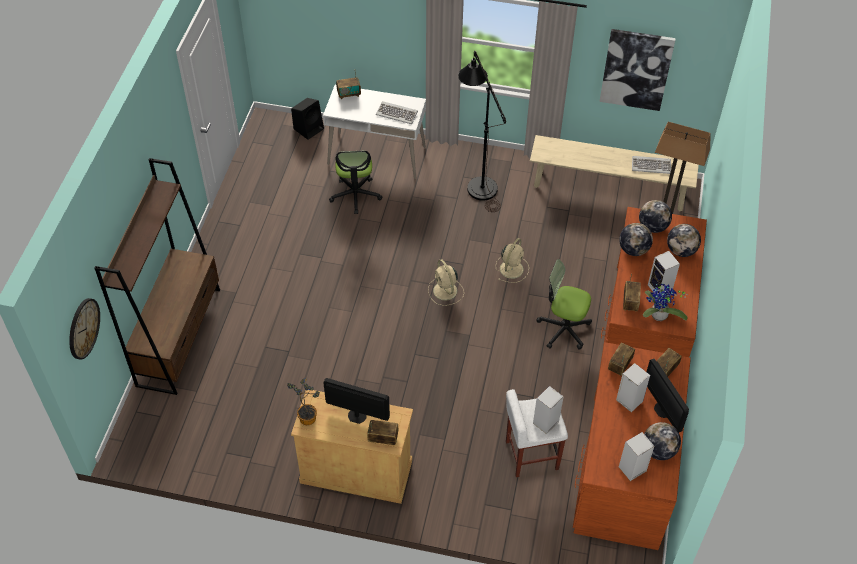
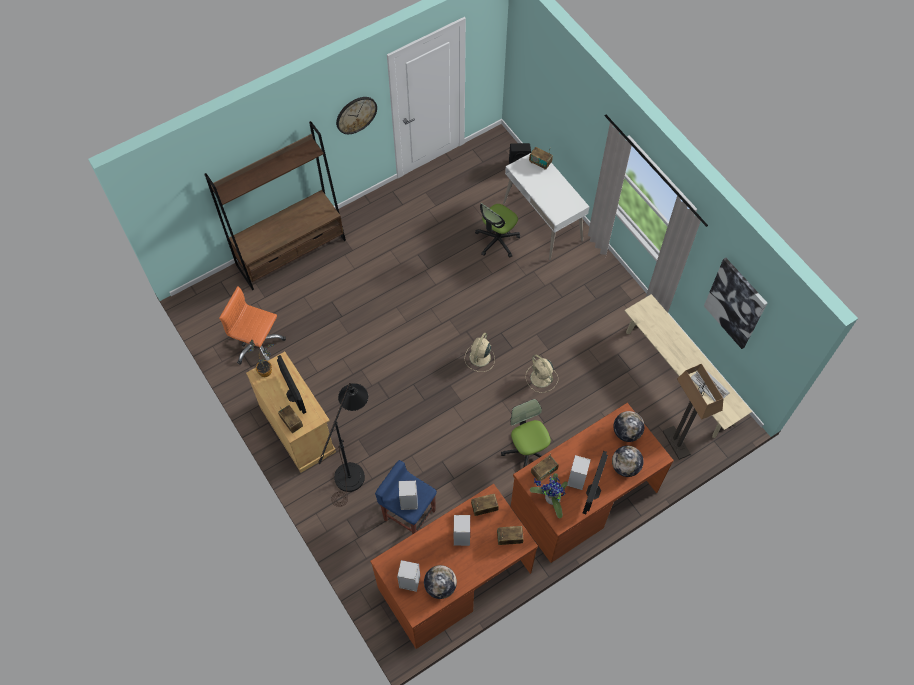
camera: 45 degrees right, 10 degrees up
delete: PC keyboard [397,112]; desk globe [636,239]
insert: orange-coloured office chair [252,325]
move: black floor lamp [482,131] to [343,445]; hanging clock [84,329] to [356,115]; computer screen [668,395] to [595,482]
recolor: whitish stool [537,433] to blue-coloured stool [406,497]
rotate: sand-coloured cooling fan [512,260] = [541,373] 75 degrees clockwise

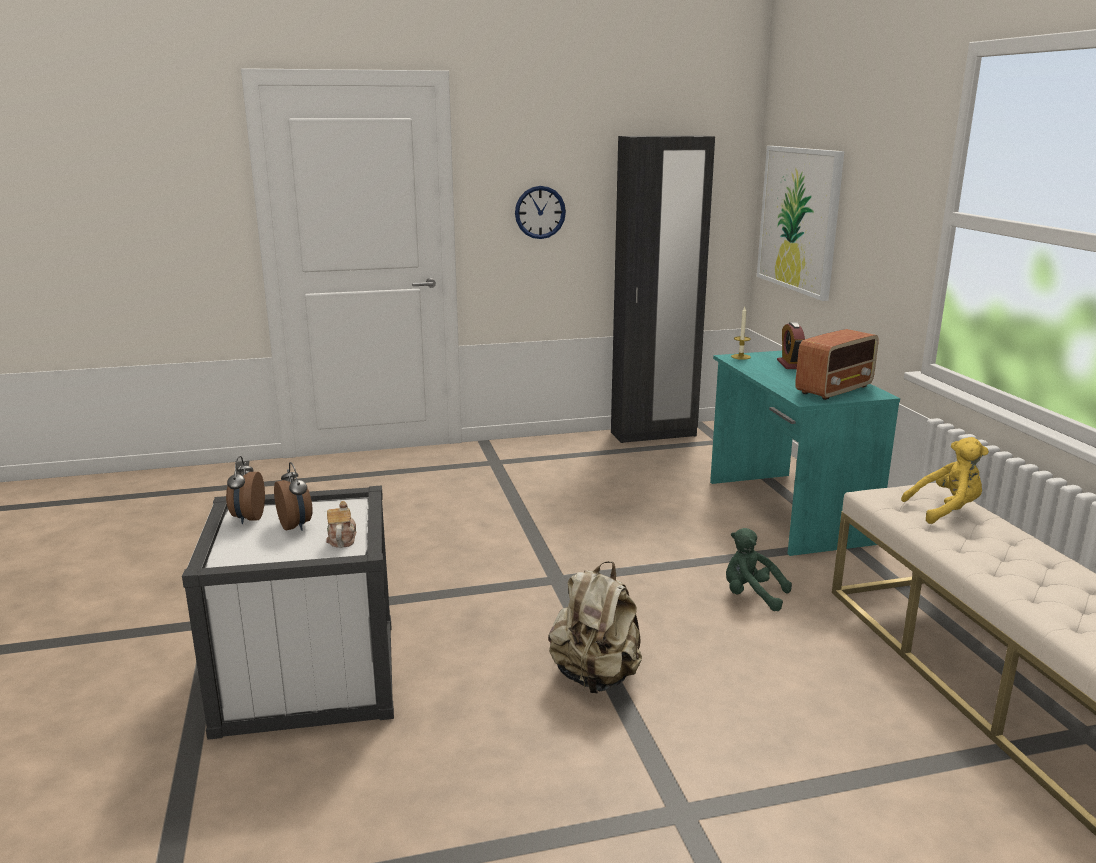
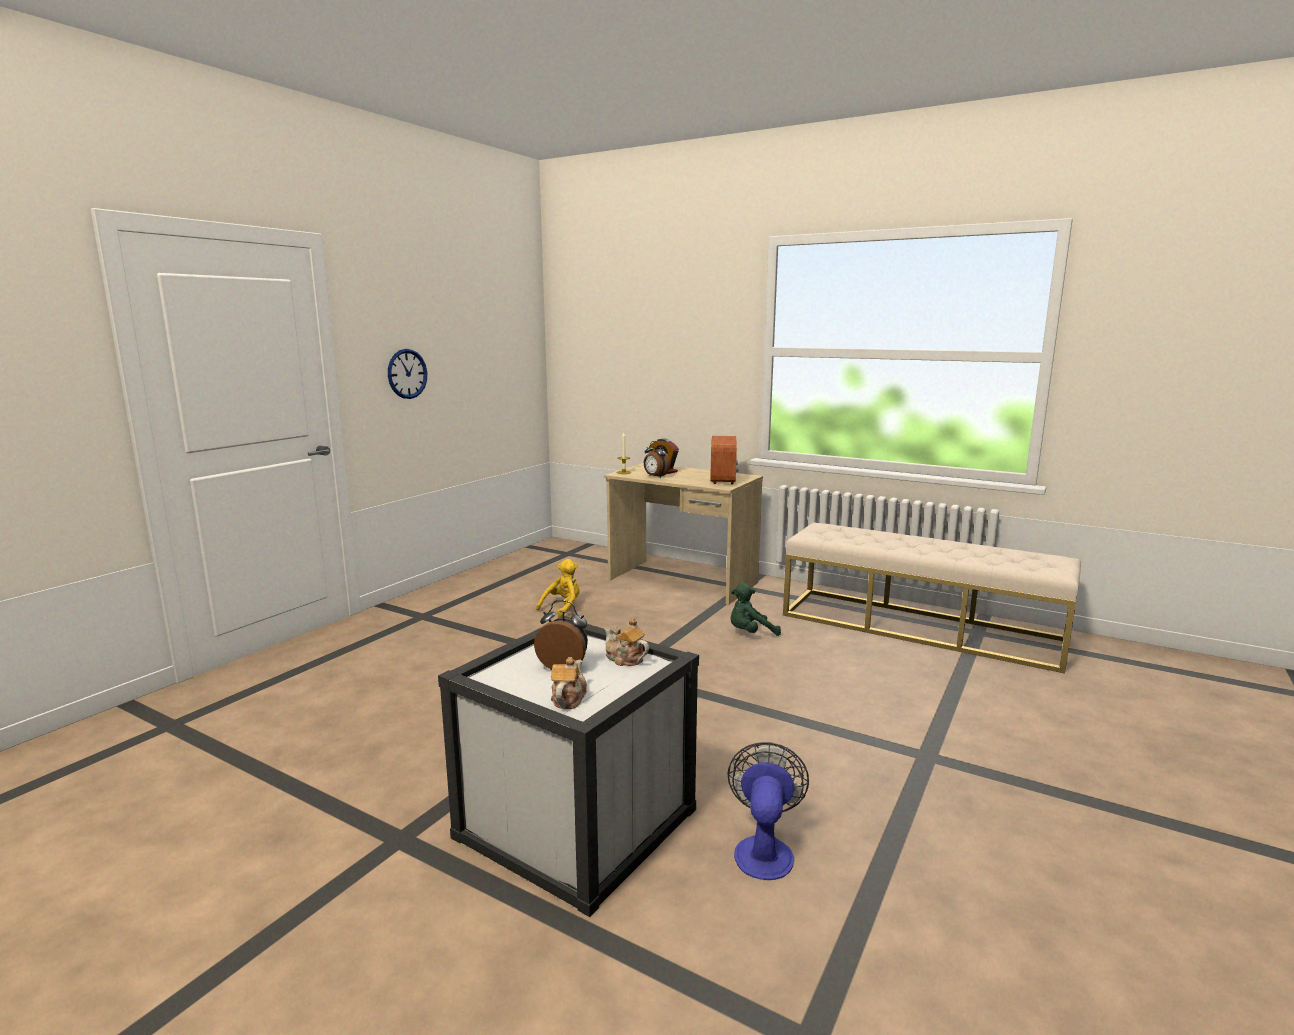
camera: 45 degrees left, 5 degrees down
delete: black wardrobe [663,289]; picture [800,223]; sand-coloured knapsack [595,627]
insert: tea pot [569,683]; cooling fan [768,811]
move: yellow soft toy [945,480] to [558,588]; bedside clock [245,490] to [657,459]
recolor: turquoise-coloured desk table [805,453] to sand-coloured desk table [683,534]

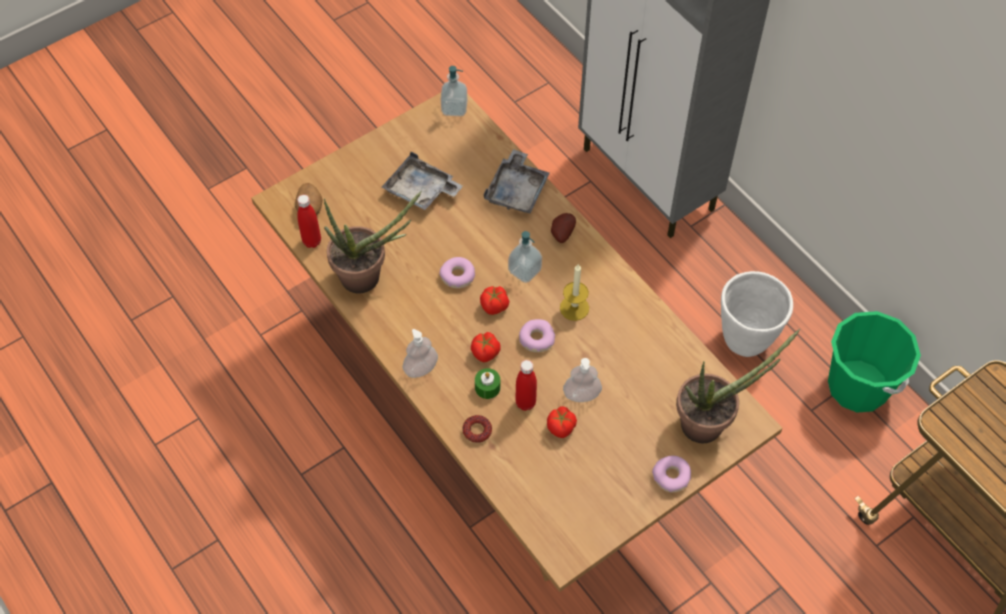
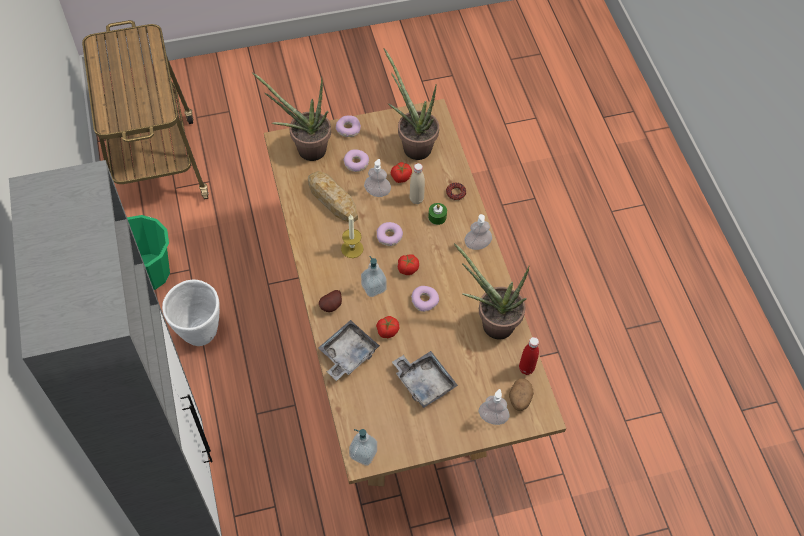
camera: 160 degrees left, 0 degrees up
insert: houseplant [411,104]; ring doughnut [356,160]; baked bread [333,196]; soap dispenser [494,407]
move: whole tomato [485,347] to [387,327]
recolor: reddish beverage bottle [526,385] to sand-coloured beverage bottle [417,183]

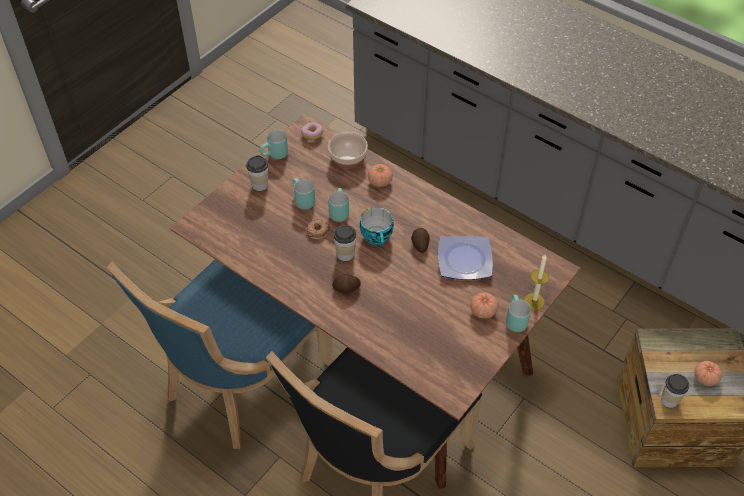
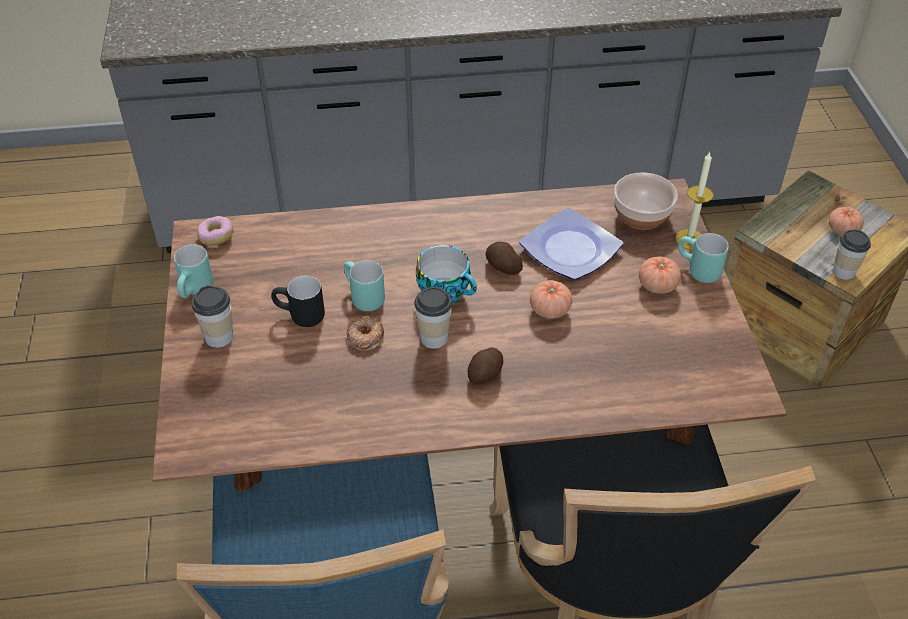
camera: 45 degrees left, 5 degrees down
move: serving bowl [348,150] to [646,201]; whole tomato [380,175] to [551,299]
recolor: turquoise-coloured tea mug [304,194] to black tea mug [298,301]

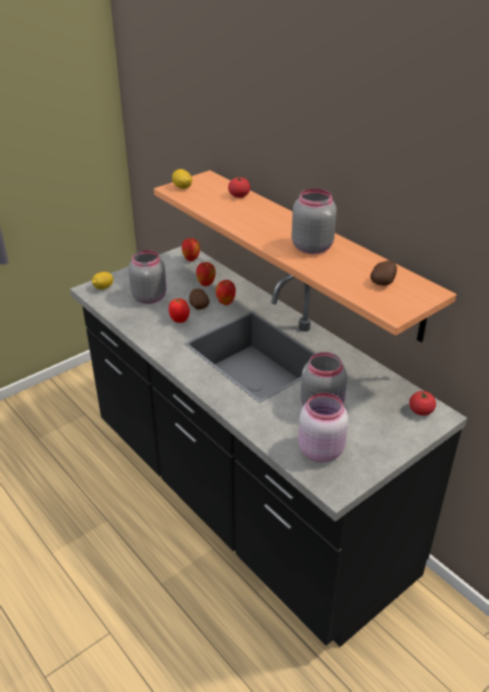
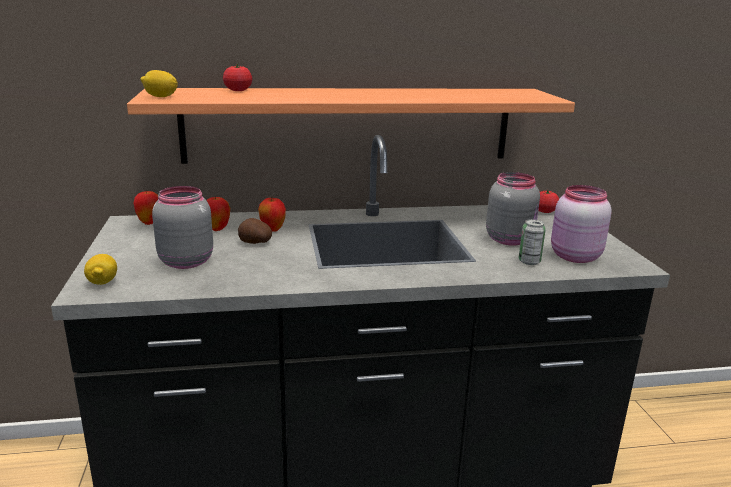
camera: 60 degrees left, 15 degrees down
delete: grey preserve jar [314,221]; potato [383,273]; whole tomato [179,310]
insert: can [532,242]

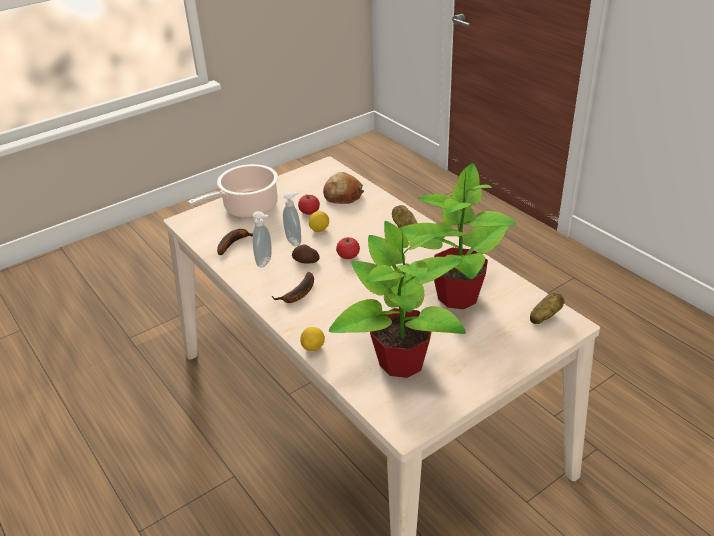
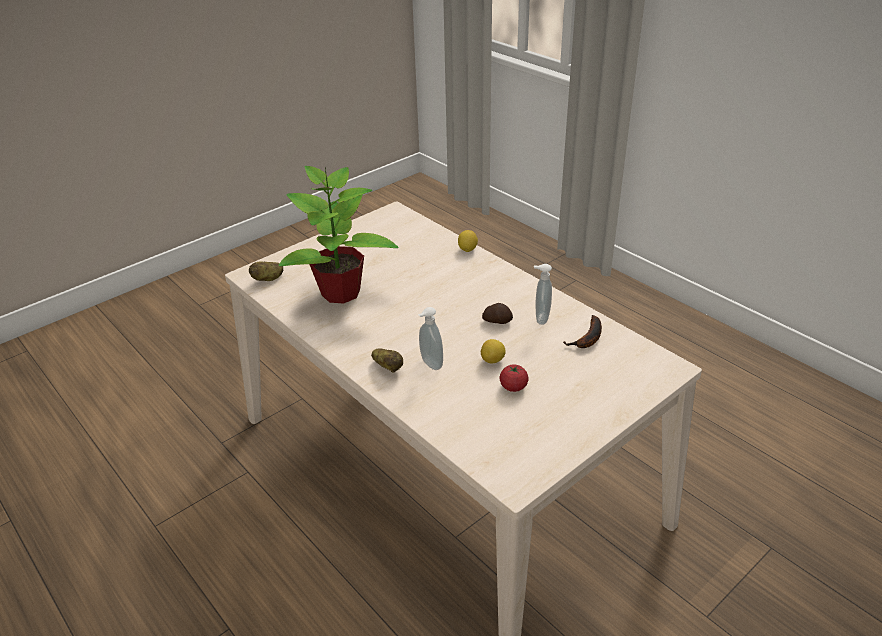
camera: 175 degrees right, 0 degrees up
delete: cooking pot [232,191]; baked bread [343,188]; houseplant [397,299]; whole tomato [348,248]; banana [293,287]
move: soap dispenser [292,219] to [430,338]

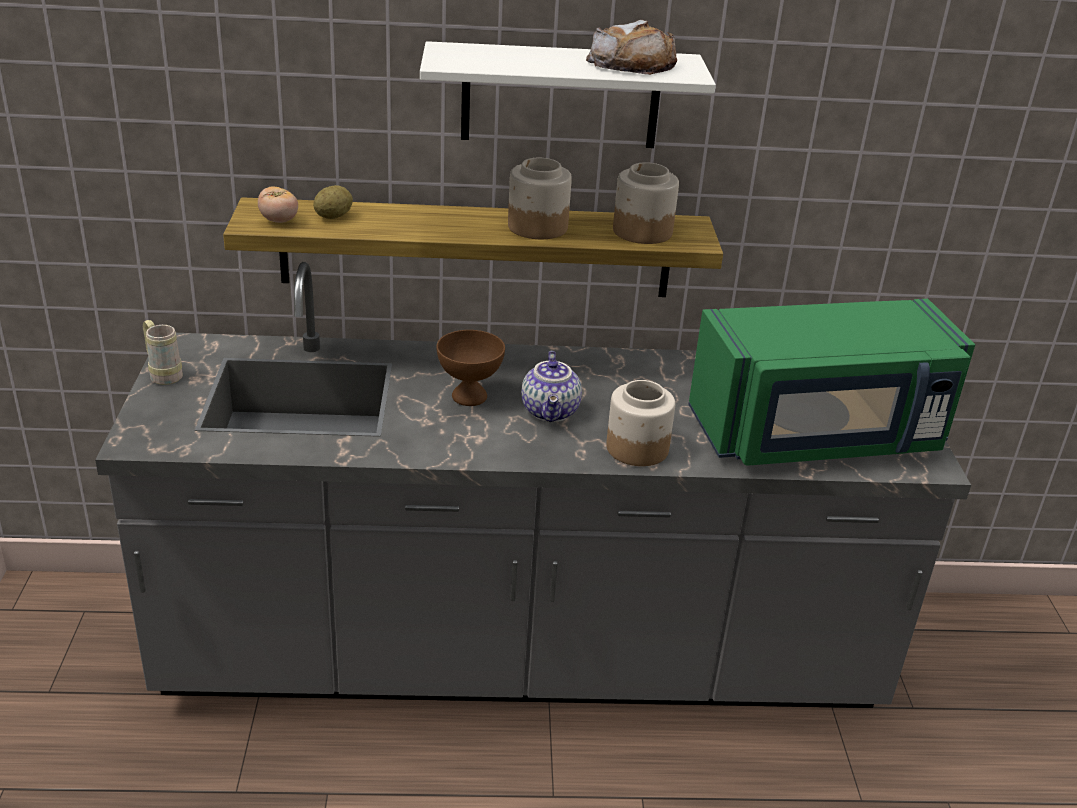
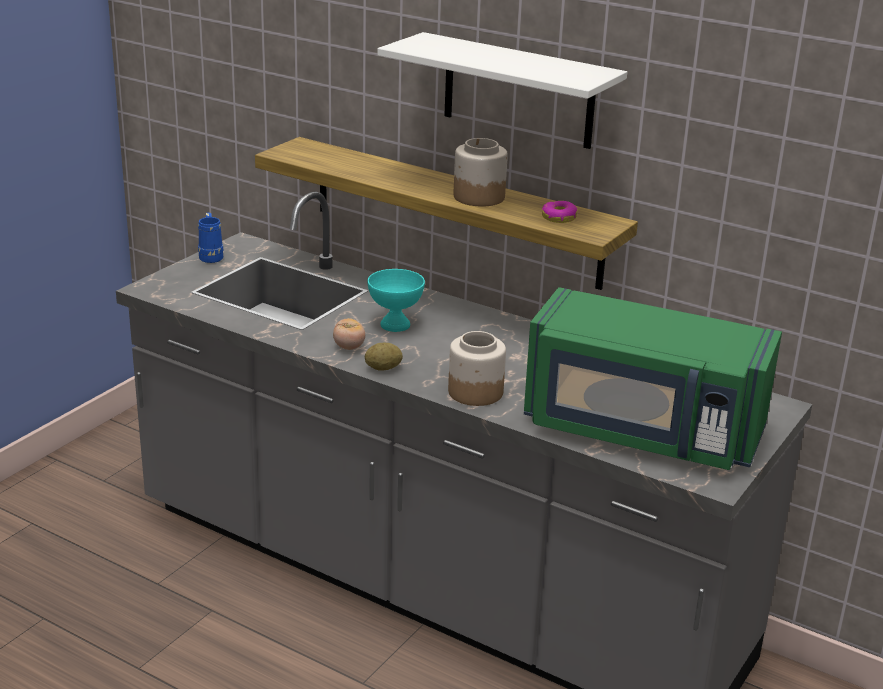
camera: 35 degrees right, 5 degrees down
delete: baked bread [631,47]; tea pot [551,386]
move: potato [333,202] to [384,357]; whole tomato [278,204] to [349,334]
replace: preserve jar [646,203] to ring doughnut [559,212]
recolor: sand-coloured tea mug [163,352] to blue-coloured tea mug [210,237]; brown-coloured serving bowl [470,368] to turquoise-coloured serving bowl [396,300]

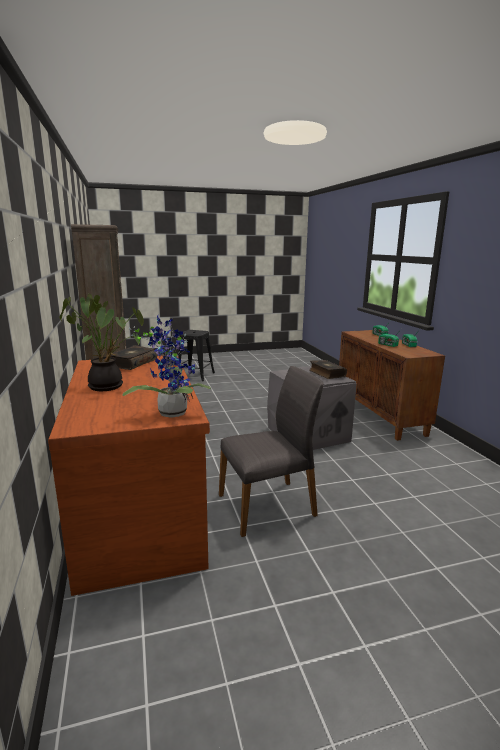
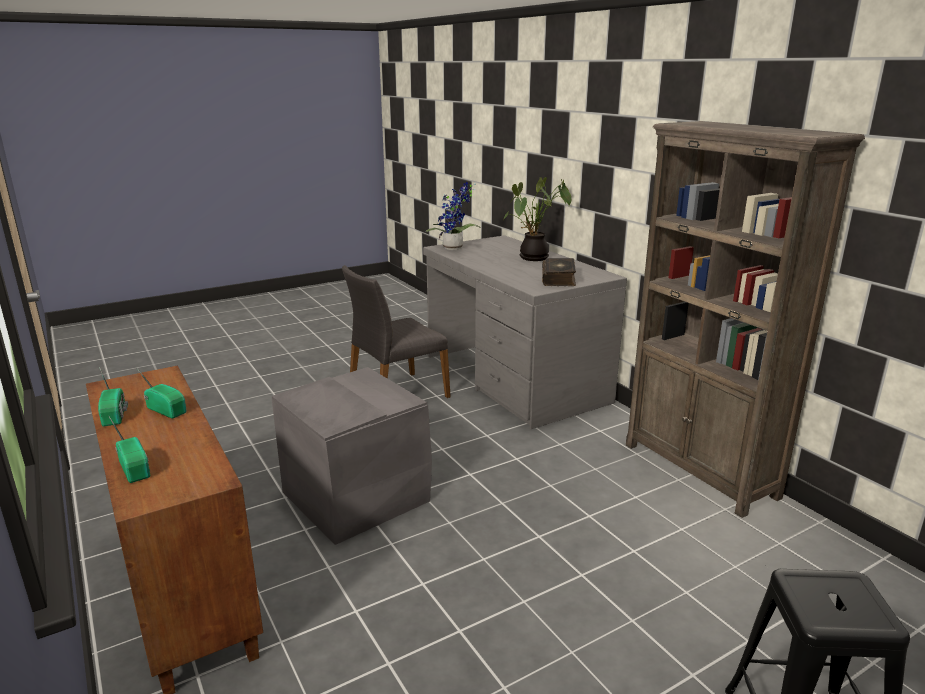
camera: 165 degrees right, 5 degrees up
delete: volume [328,369]
recolor: brown-coloured desk table [129,475] to grey desk table [525,332]

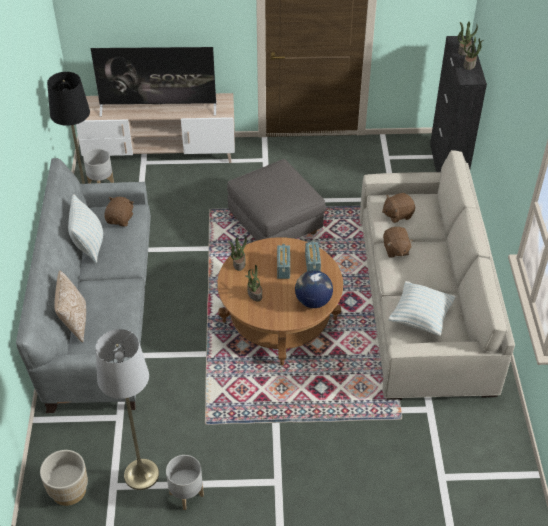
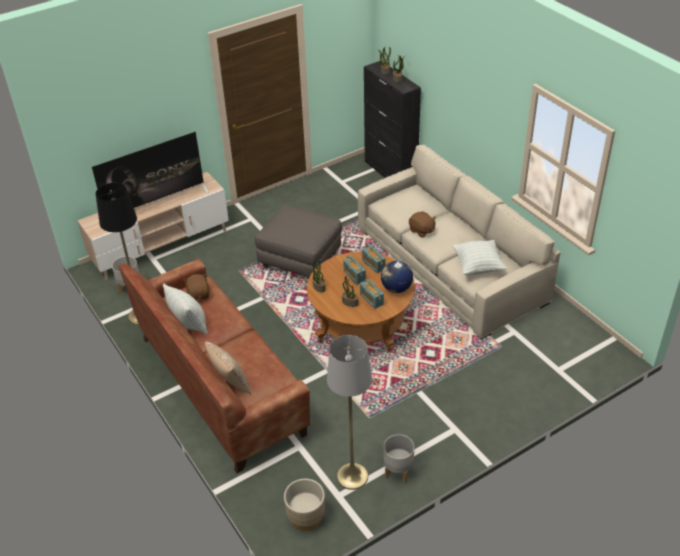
camera: 30 degrees left, 5 degrees down
delete: brown-coloured soft toy [398,208]
insert: radio [372,294]
recolor: grey settee [83,285] to brown-coloured settee [214,366]

